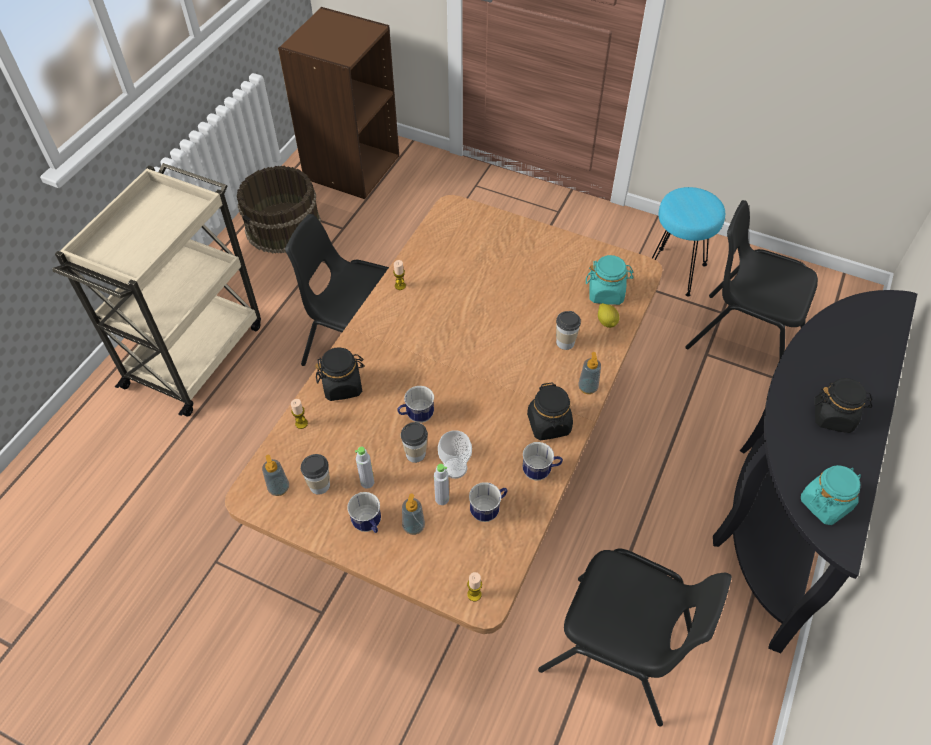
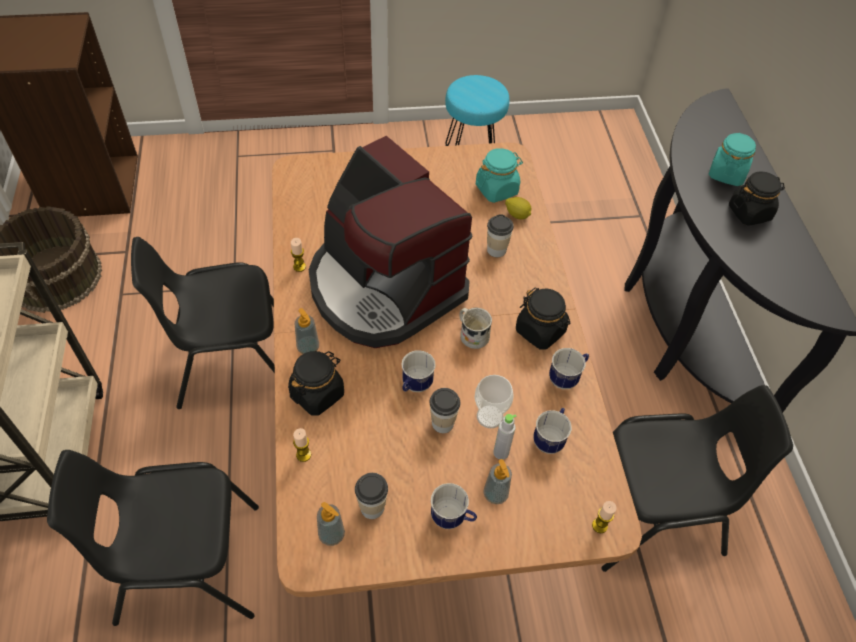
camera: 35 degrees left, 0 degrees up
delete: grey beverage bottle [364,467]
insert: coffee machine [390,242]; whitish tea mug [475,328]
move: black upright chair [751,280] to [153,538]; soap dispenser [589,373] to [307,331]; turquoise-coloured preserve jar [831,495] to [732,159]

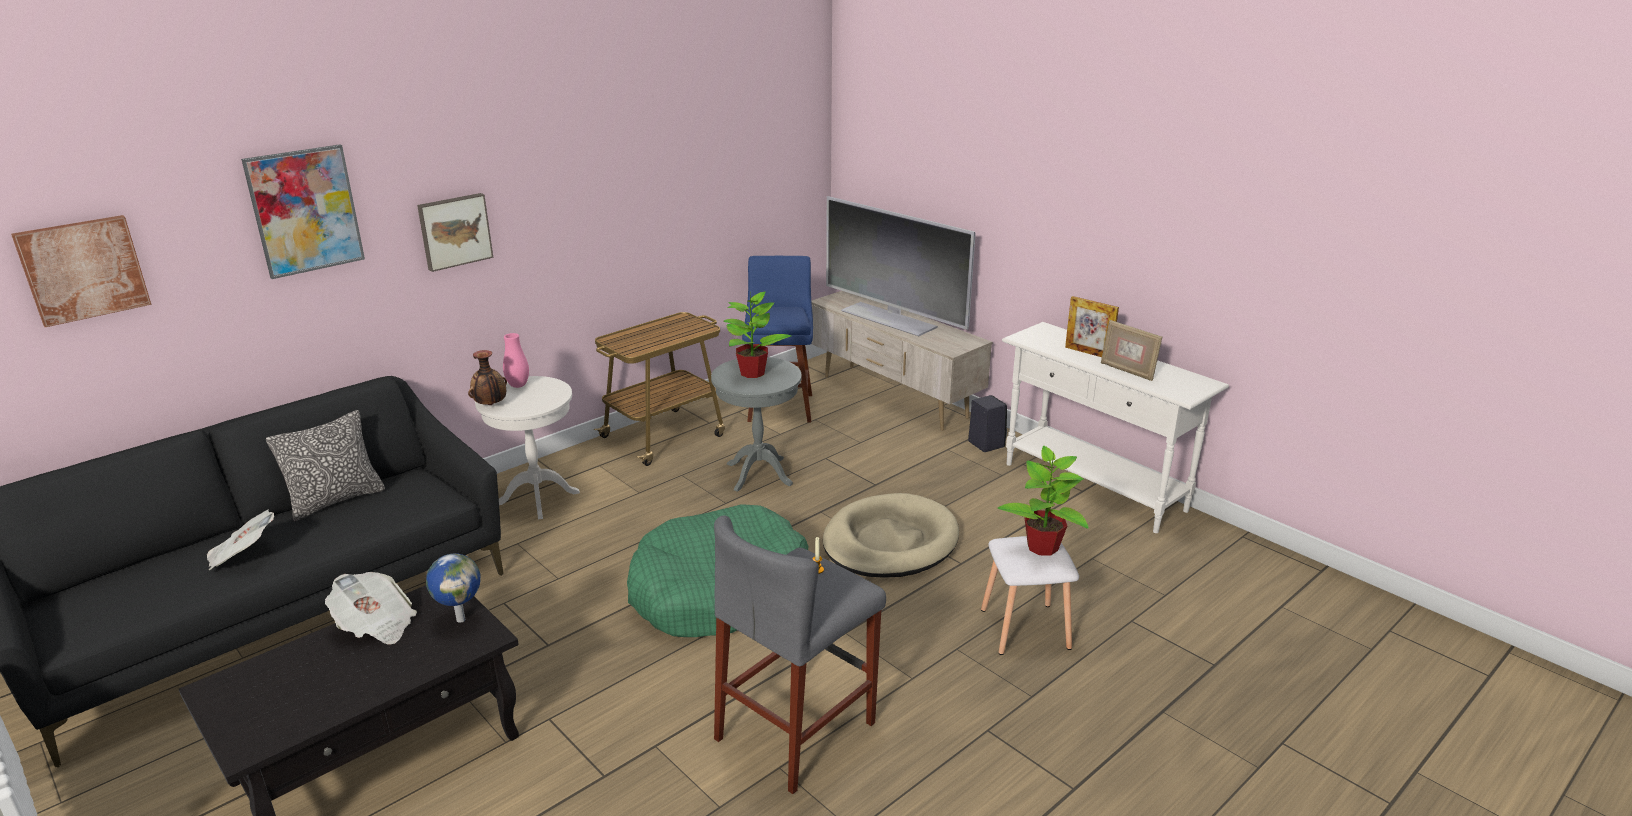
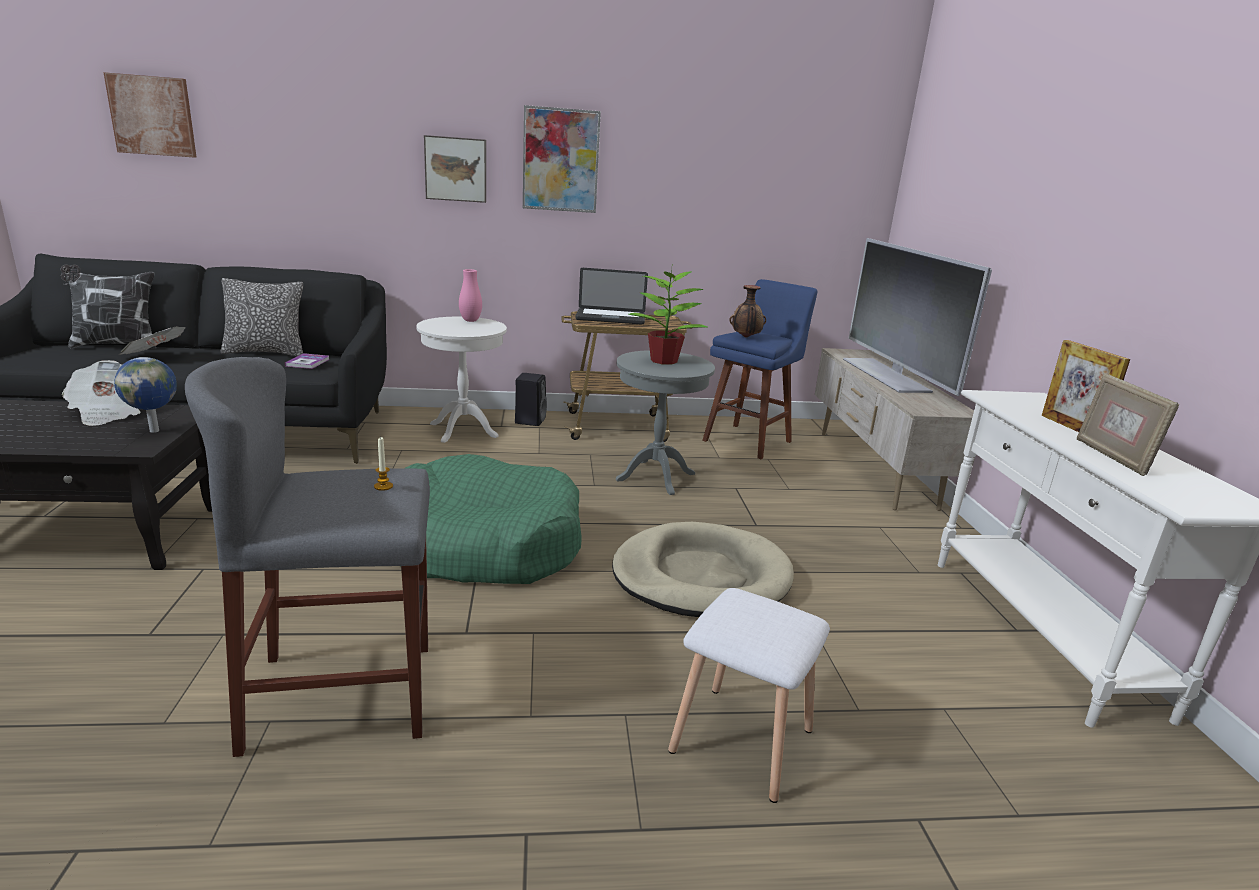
camera: 35 degrees right, 5 degrees down
delete: houseplant [1043,500]
insert: cushion [108,306]; laptop [611,296]; volume [307,361]
move: picture [303,211] to [562,159]; vase [487,377] to [747,311]; black audio speaker [987,423] to [531,399]

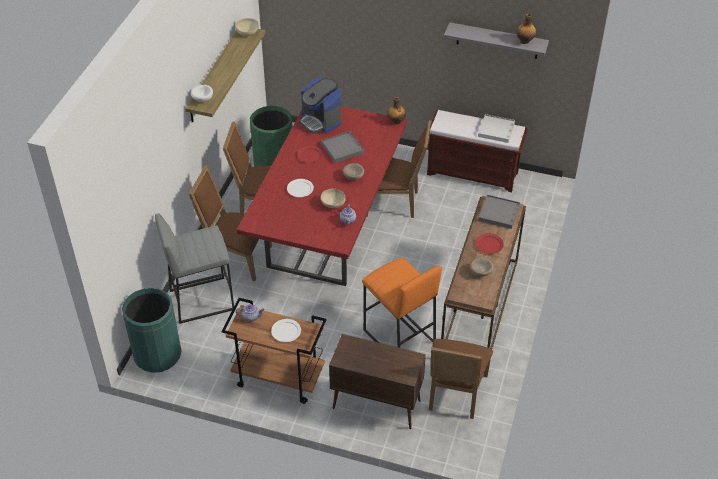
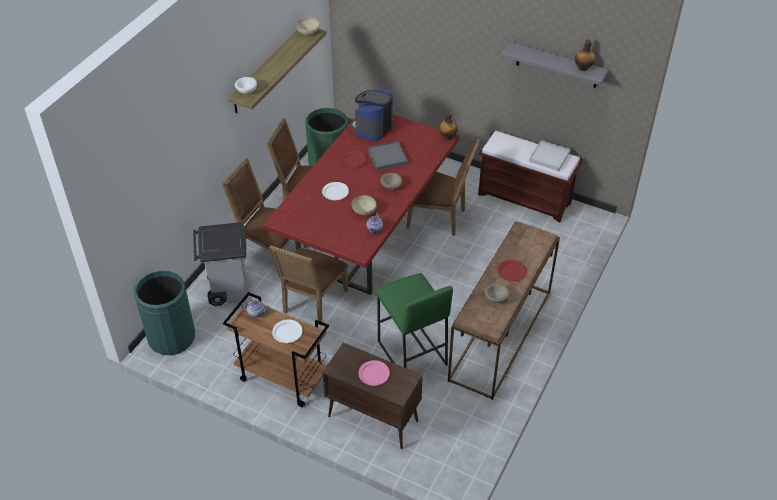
camera: 10 degrees right, 0 degrees up
delete: grey tray [499,212]
insert: pink flat dish [374,373]
move: brown-coloured upright chair [461,379] to [308,285]
replace: grey stool [194,269] to grey waste bin [220,264]
recolor: orange-coloured stool [402,302] to green stool [414,321]
rotate: coffee machine [320,106] = [372,115] 60 degrees clockwise

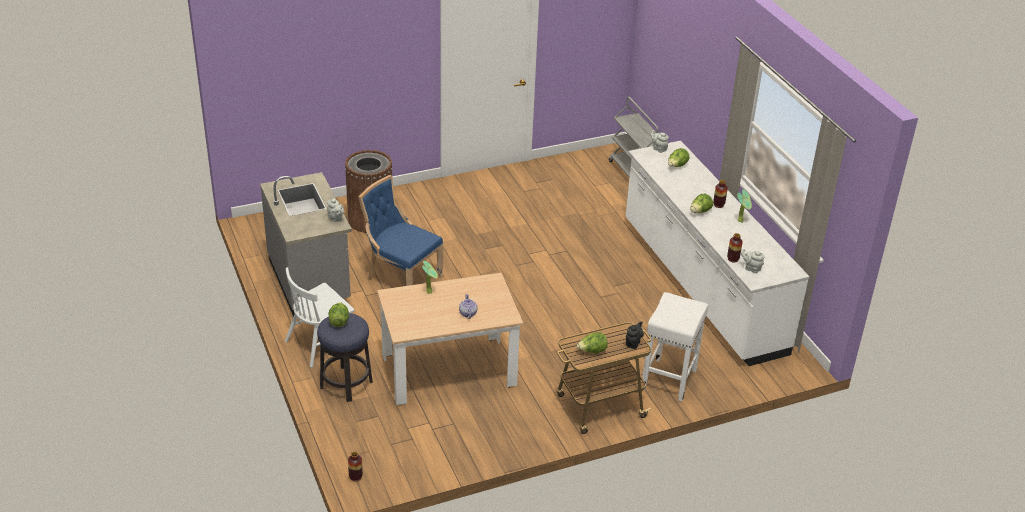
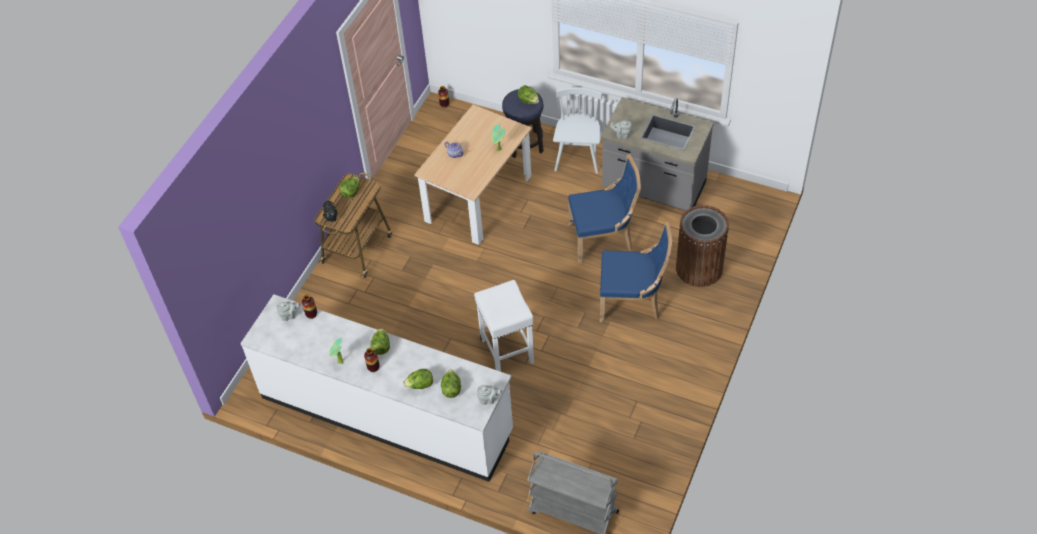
camera: 140 degrees right, 15 degrees up
insert: blue-coloured upright chair [636,272]; lettuce [418,379]
move: whitish stool [675,346] to [504,326]

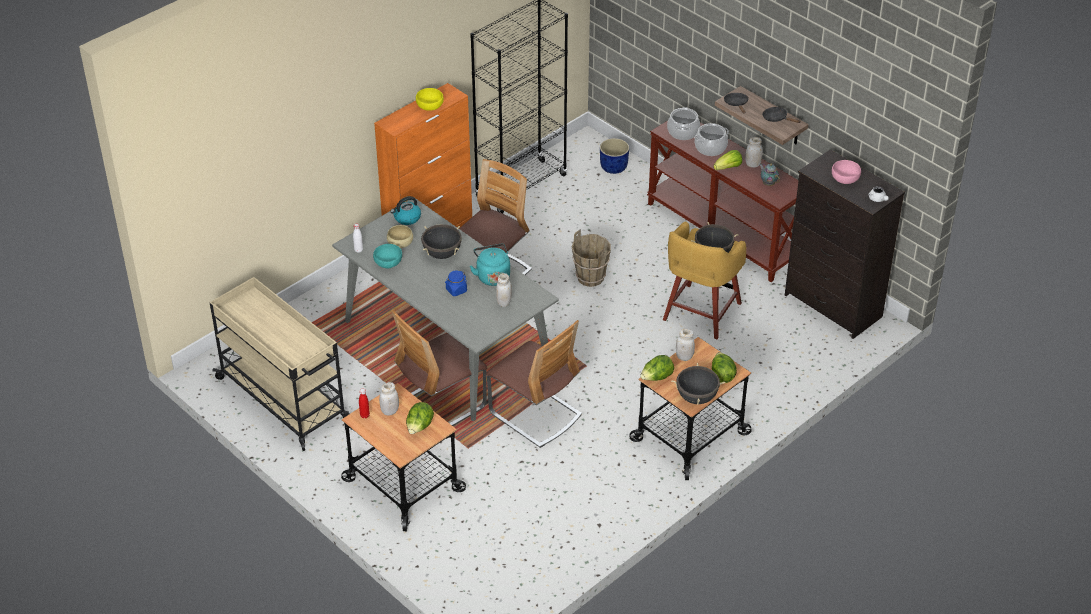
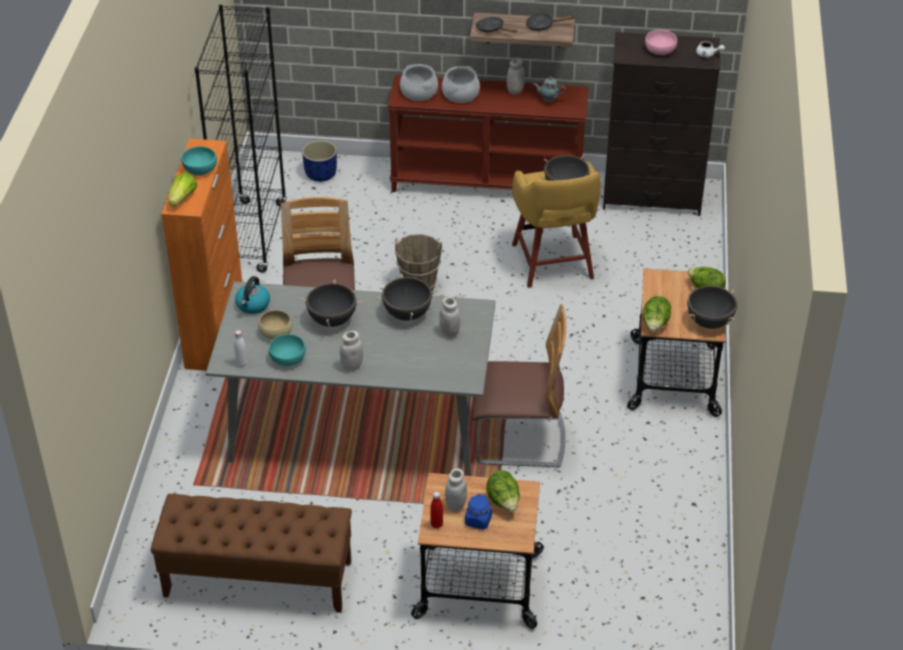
camera: 40 degrees left, 0 degrees up
delete: upright chair [439,368]
move: lettuce [727,160] to [183,189]; blue-coloured preserve jar [456,283] to [478,511]; whitish preserve jar [685,345] to [351,351]
replace: turquoise-coloured water kettle [490,265] to black cooking pot [407,297]; sand-coloured trolley [279,364] to brown-coloured long seat [251,553]
recolor: yellow serving bowl [430,99] to turquoise-coloured serving bowl [199,160]

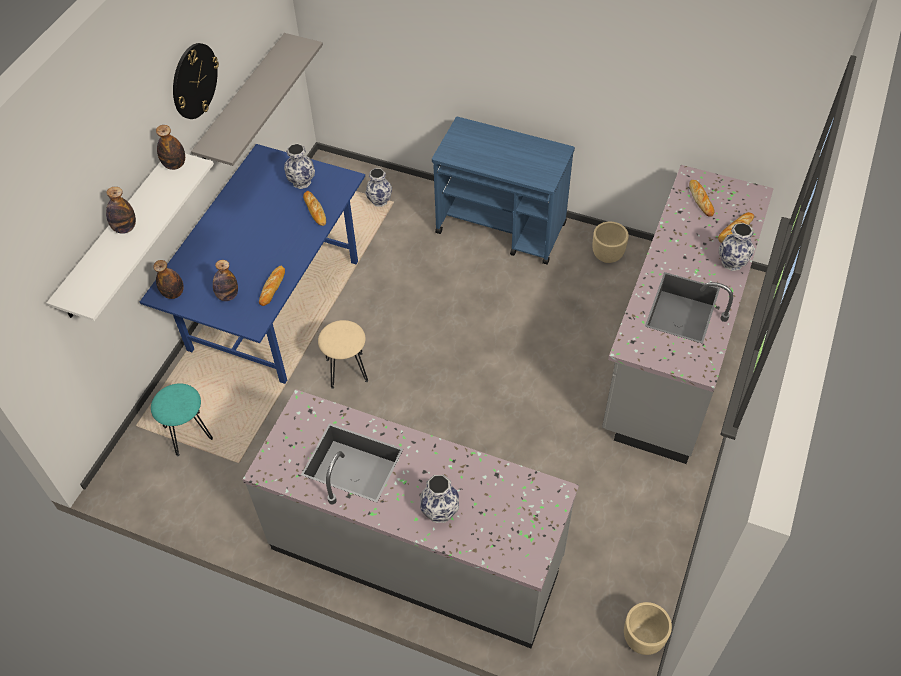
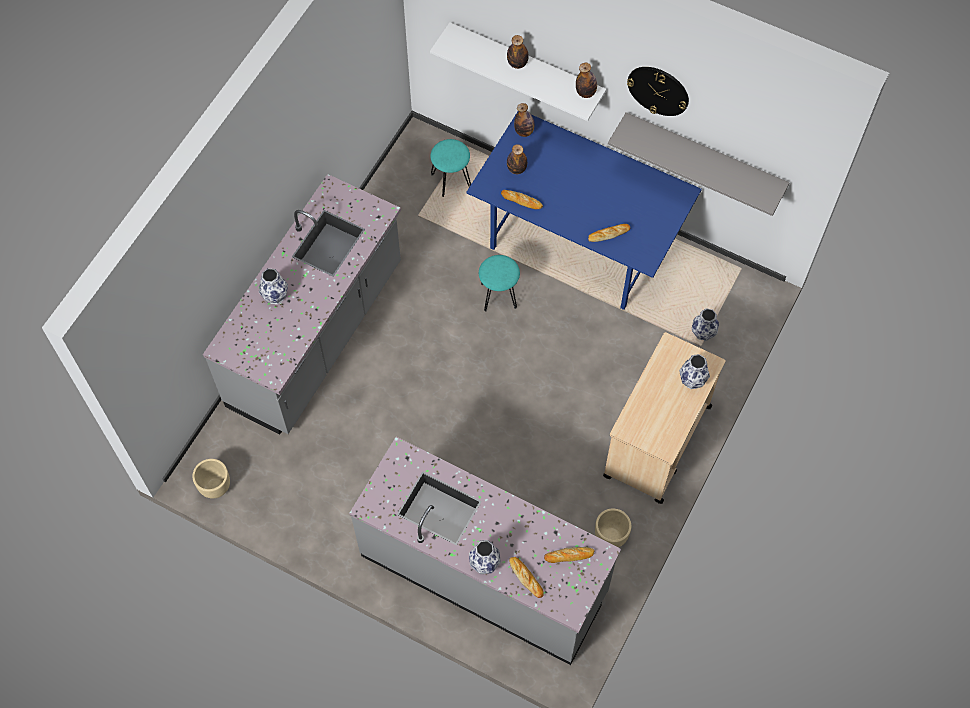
camera: 95 degrees right, 10 degrees up
move: vase [299,166] to [694,371]
recolor: blue-coloured trolley [503,191] to sand-coloured trolley [664,418]; sand-coloured stool [343,354] to turquoise-coloured stool [499,283]

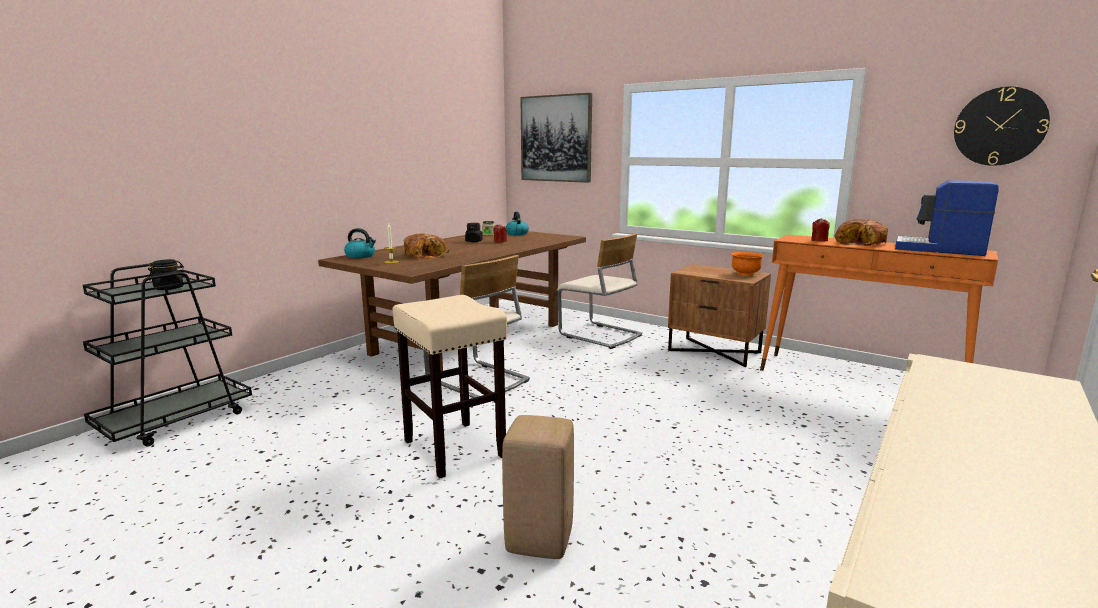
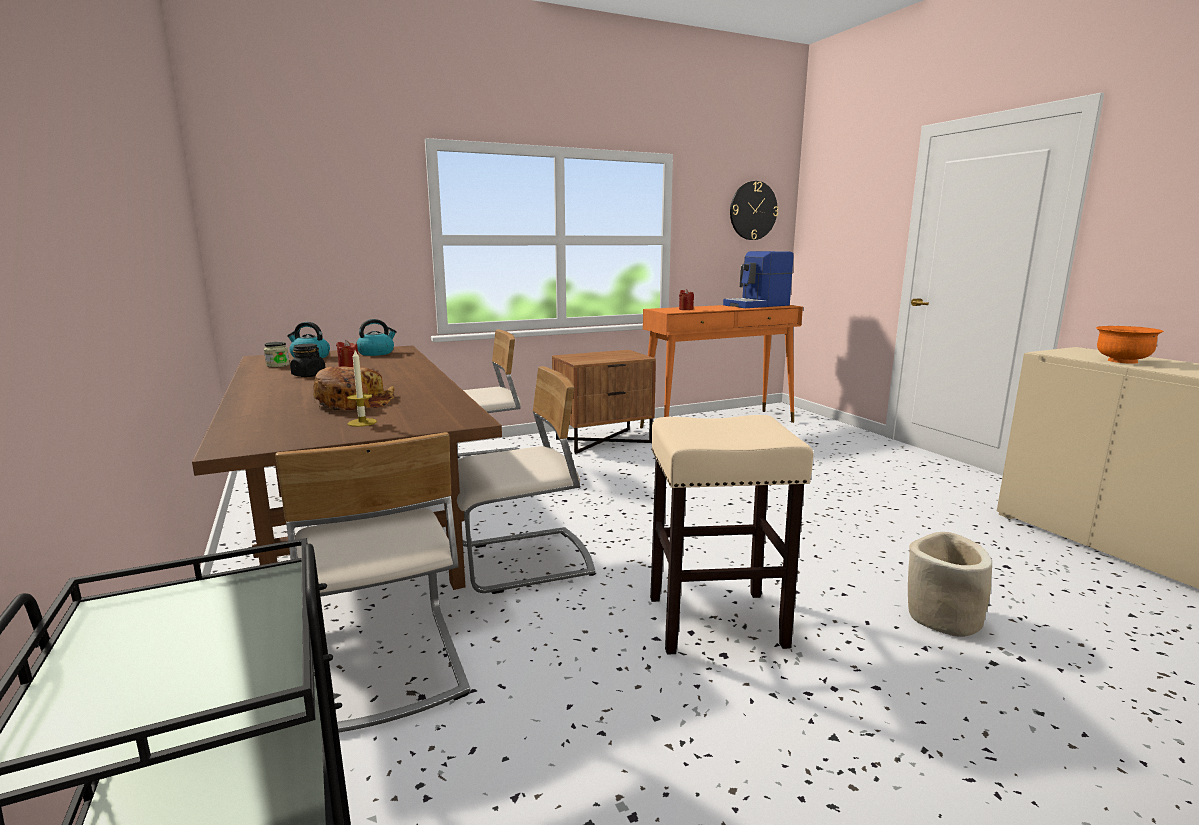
camera: 60 degrees left, 0 degrees up
delete: picture [556,138]; baked bread [861,232]; black preserve jar [166,274]
insert: sand-coloured upright chair [372,582]
move: water kettle [360,243] to [377,337]; orange-coloured serving bowl [747,264] to [1130,345]
replace: sand-coloured stool [538,487] to sand-coloured flower pot [950,584]

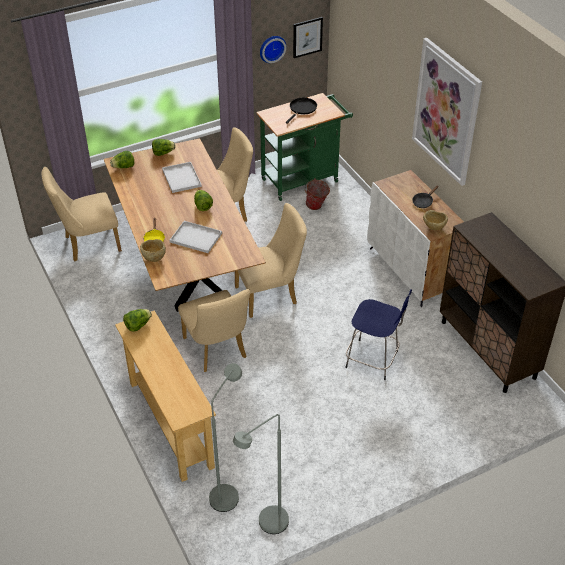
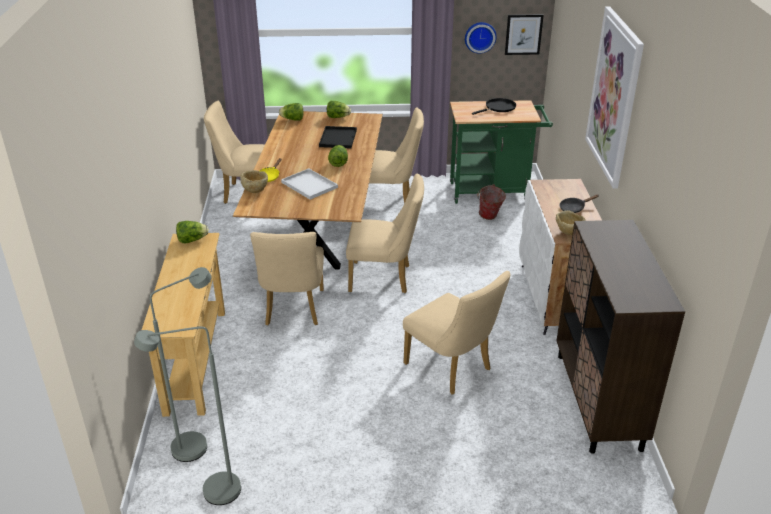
camera: 25 degrees right, 10 degrees down
replace: blue-coloured stool [378,334] to sand-coloured upright chair [456,333]
recolor: whitish tray [182,177] to black tray [338,137]

